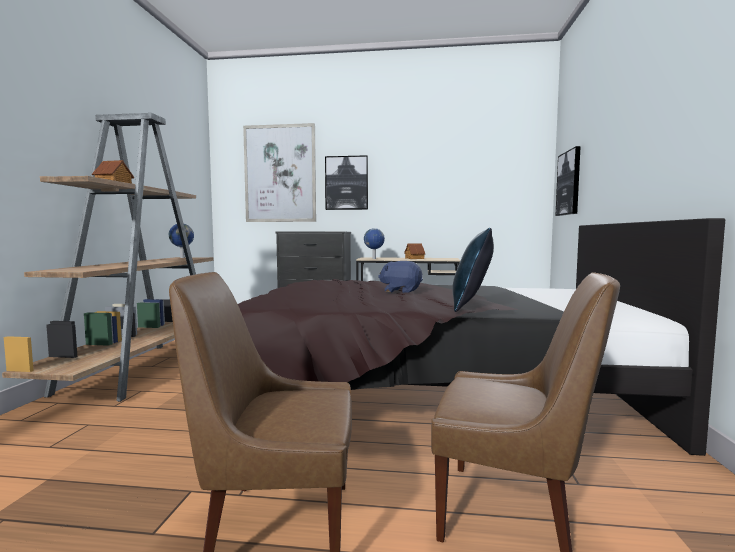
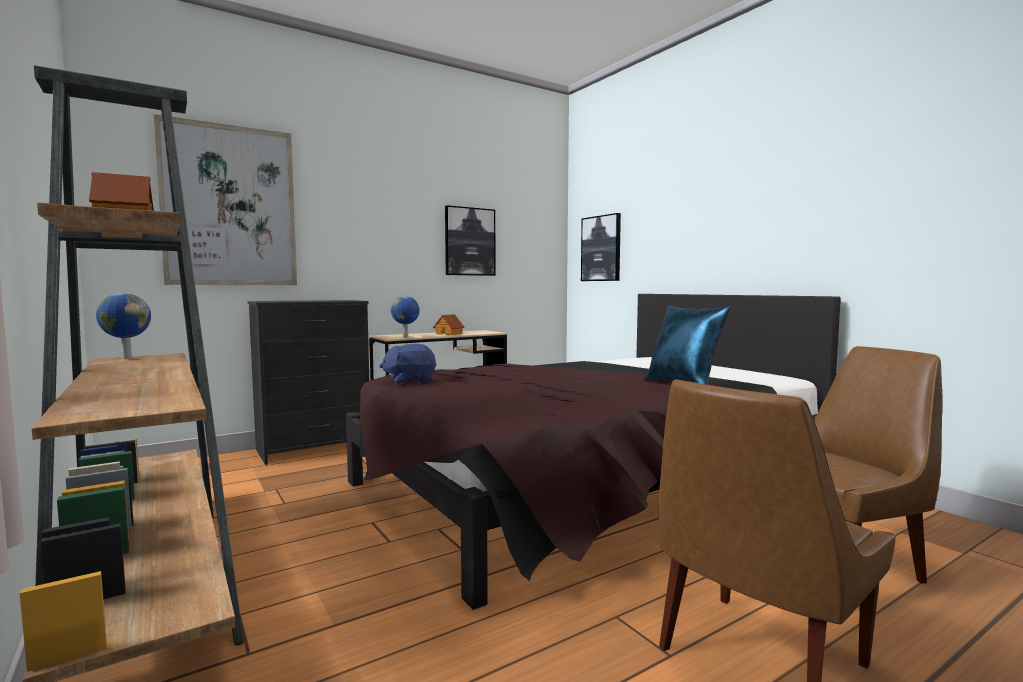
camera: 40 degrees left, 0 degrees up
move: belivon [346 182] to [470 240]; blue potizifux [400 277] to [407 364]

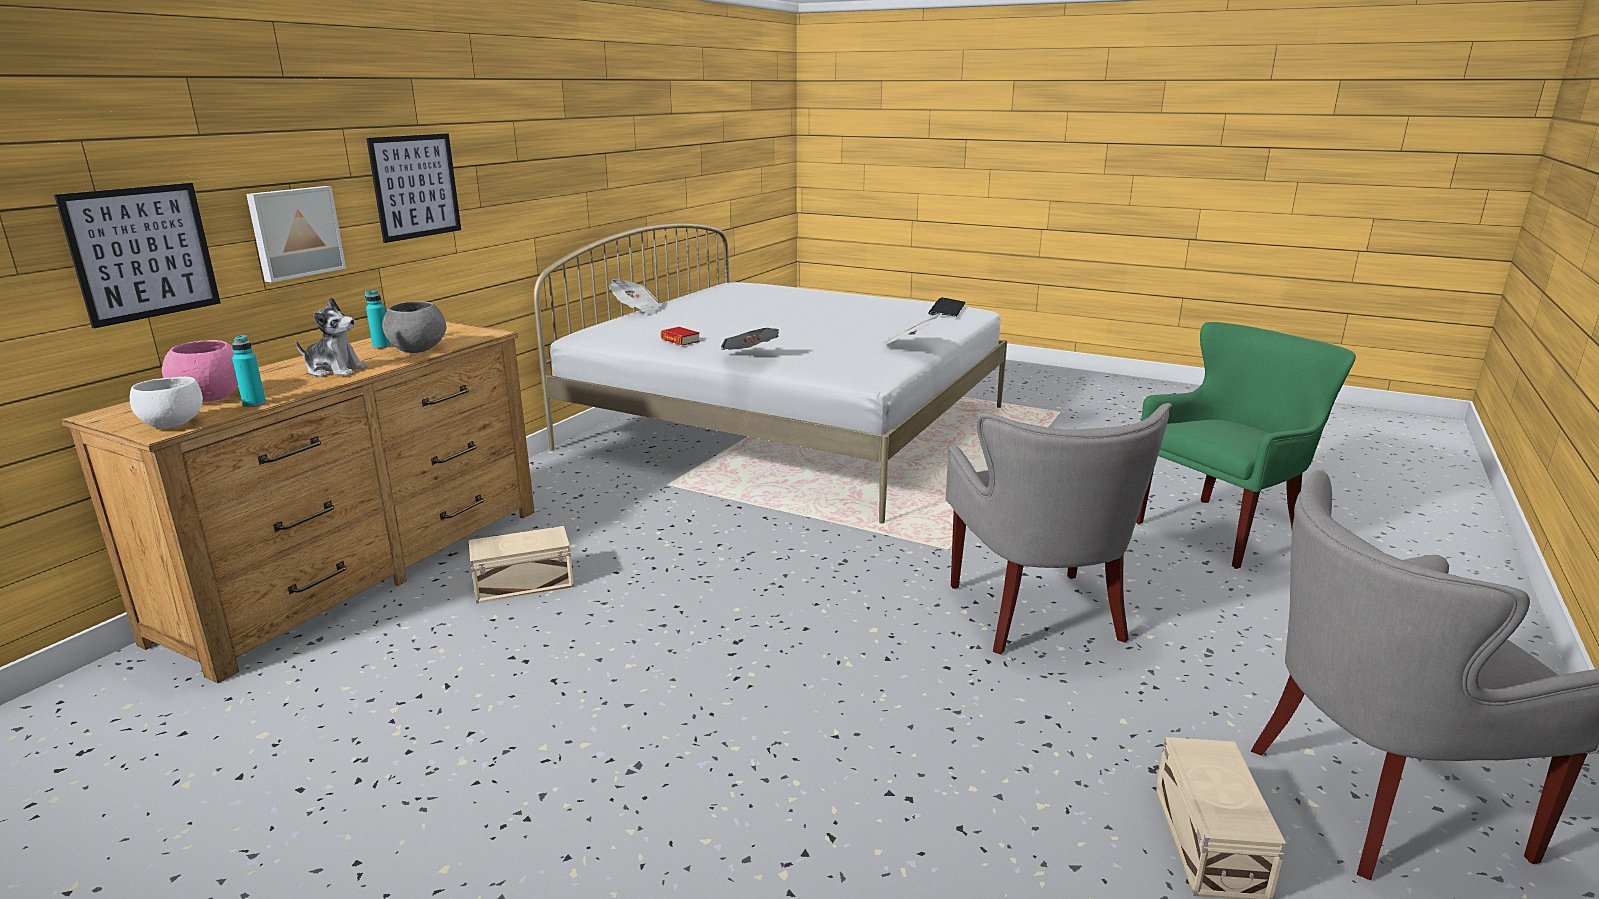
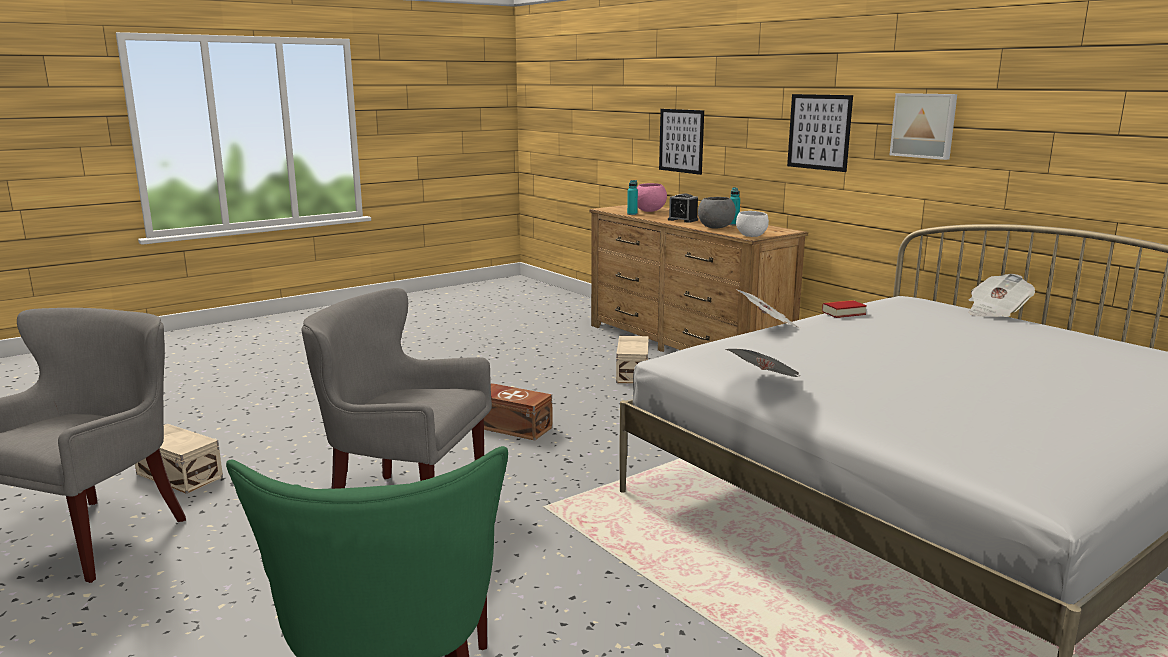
camera: 115 degrees right, 5 degrees down
delete: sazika [947 307]
insert: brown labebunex [518 412]
move: belivon [296 234] to [923 126]; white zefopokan [166 403] to [752 224]
replace: potizifux [332 337] to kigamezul [683 208]

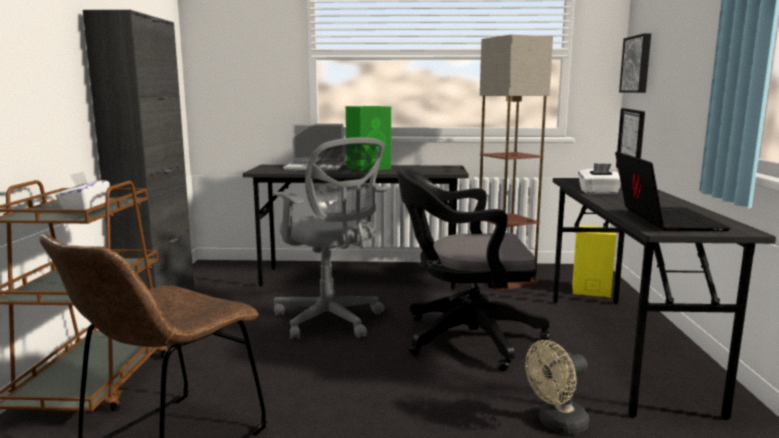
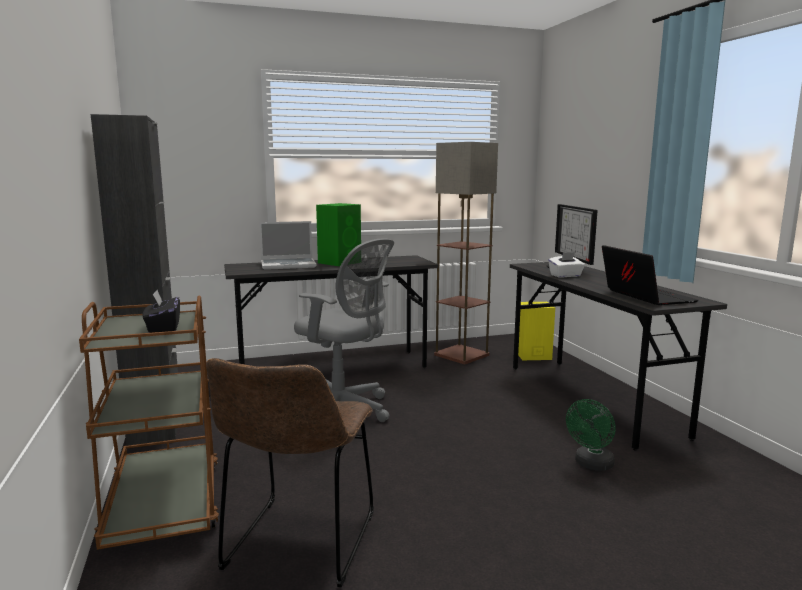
camera: 20 degrees left, 0 degrees up
delete: belivon [635 63]; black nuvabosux [473 269]
recolor: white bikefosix [82 191] to black bikefosix [161 311]; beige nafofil [557 387] to green nafofil [591 435]

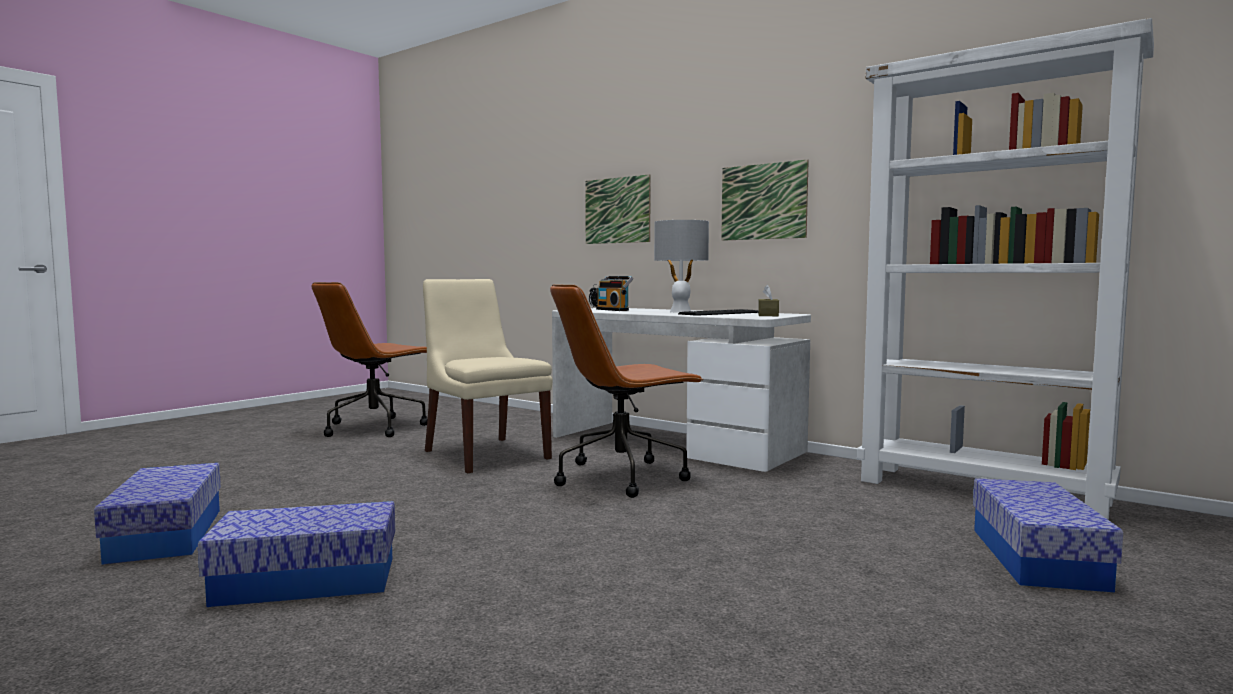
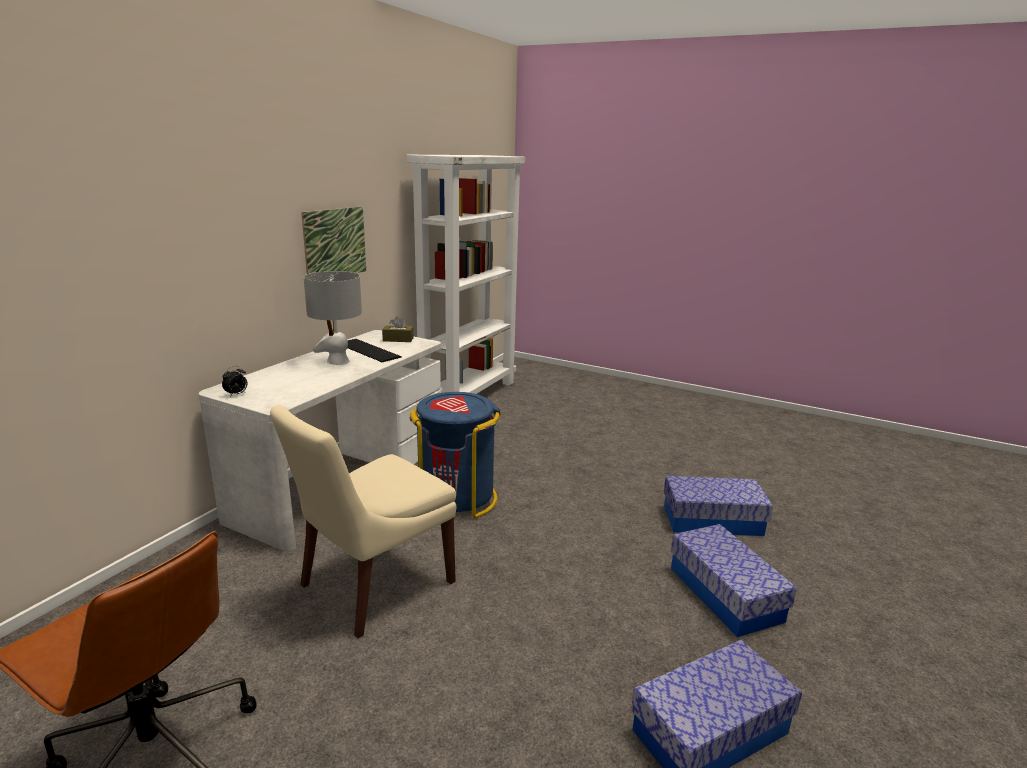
camera: 100 degrees left, 15 degrees up
delete: belivon [618 209]; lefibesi [614 293]
move: labebunex [1048 535] to [718 506]
replace: brown nuvabosux [627 391] to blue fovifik [455 455]

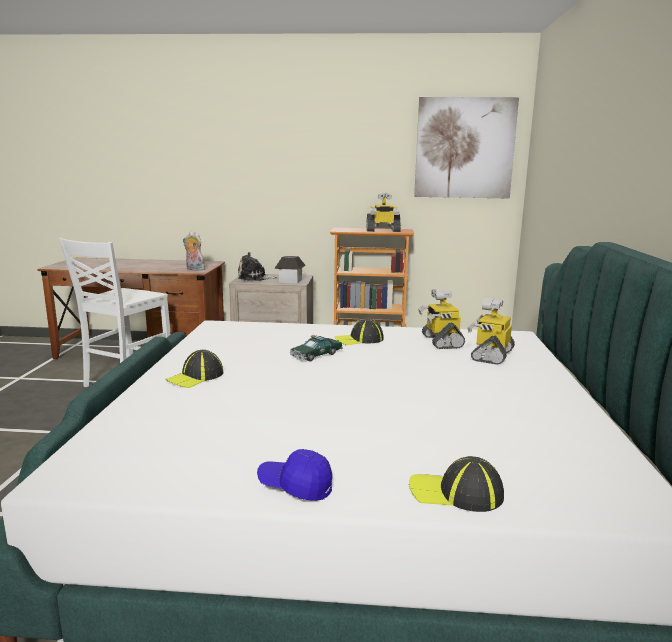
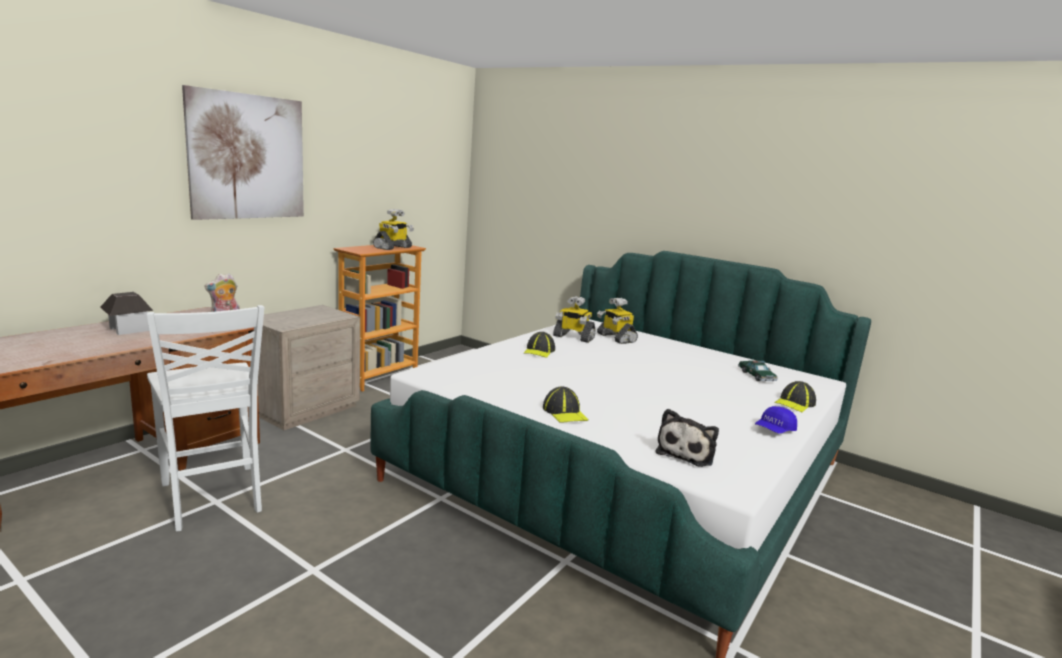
camera: 60 degrees left, 0 degrees up
move: belivon [466 148] to [243 152]; potizifux [257 266] to [687 438]; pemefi [290 270] to [126 313]; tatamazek [316 348] to [758 371]

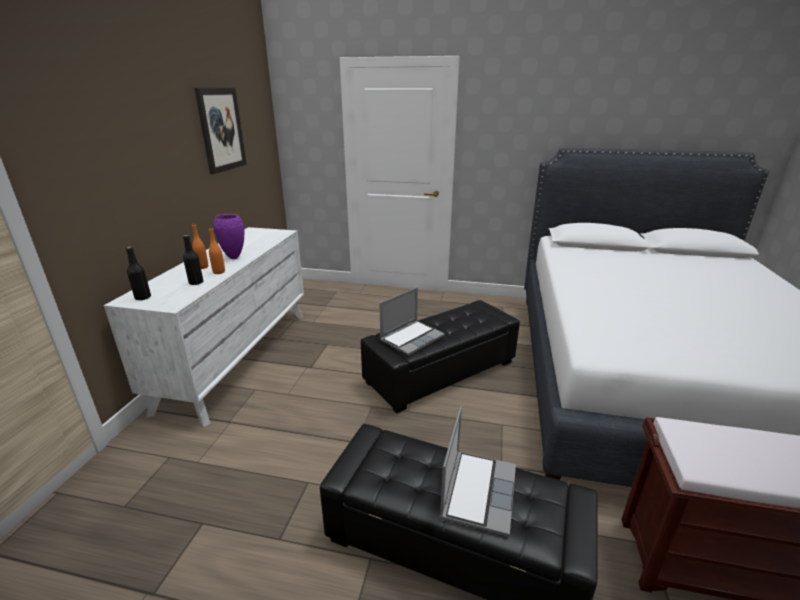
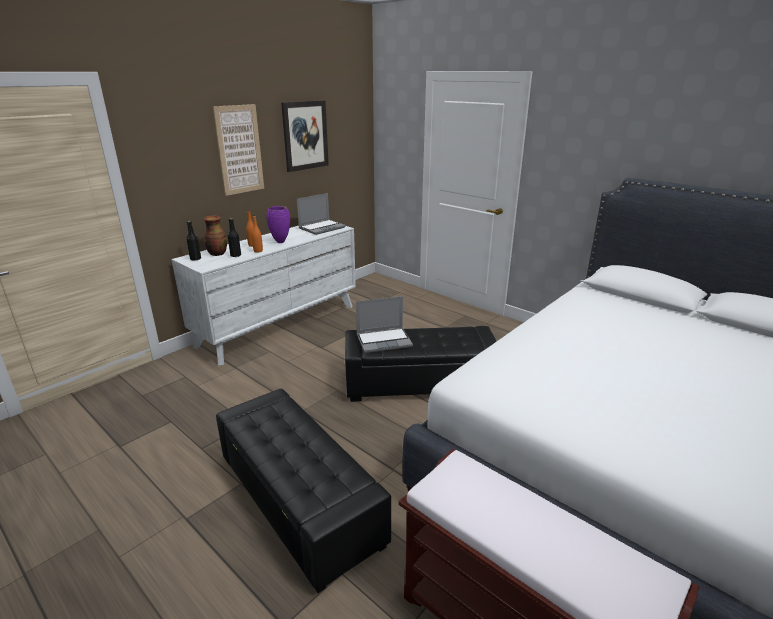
camera: 30 degrees right, 0 degrees up
insert: belivon [238 150]; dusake [215 236]
move: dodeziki [478 471] to [321 214]

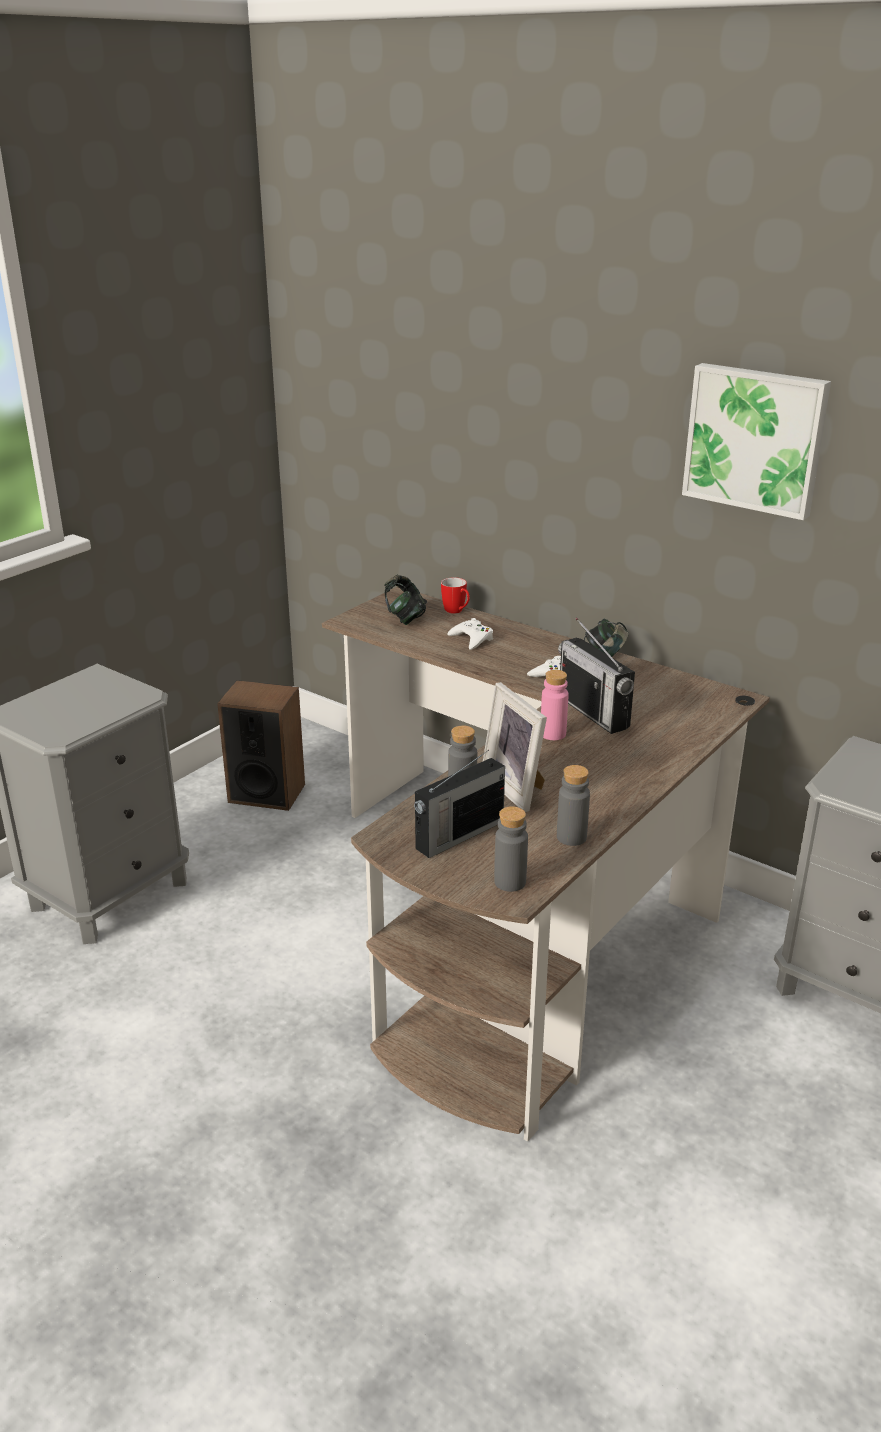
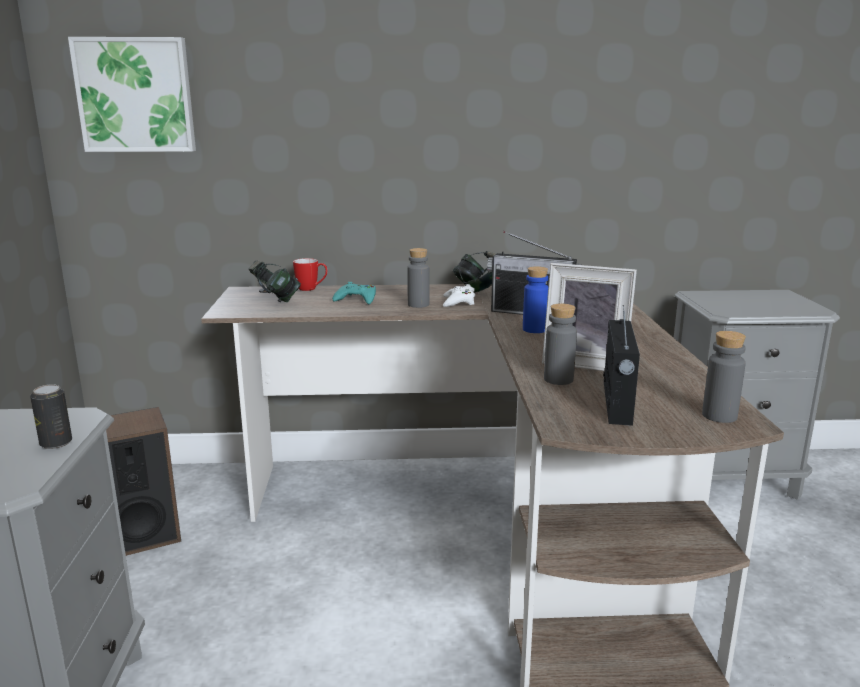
camera: 40 degrees left, 10 degrees down
insert: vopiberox [51 416]
move: belivon [756 441] to [132 94]; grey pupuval [573 805] to [418 278]
recolor: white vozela [470 634] to turquoise vozela [354 293]; pink pupuval [555 705] to blue pupuval [535 299]

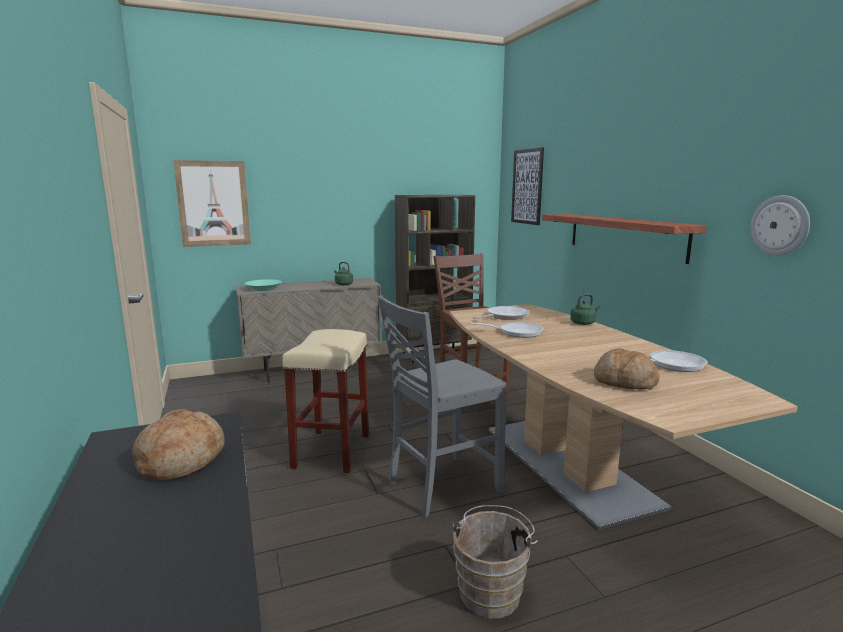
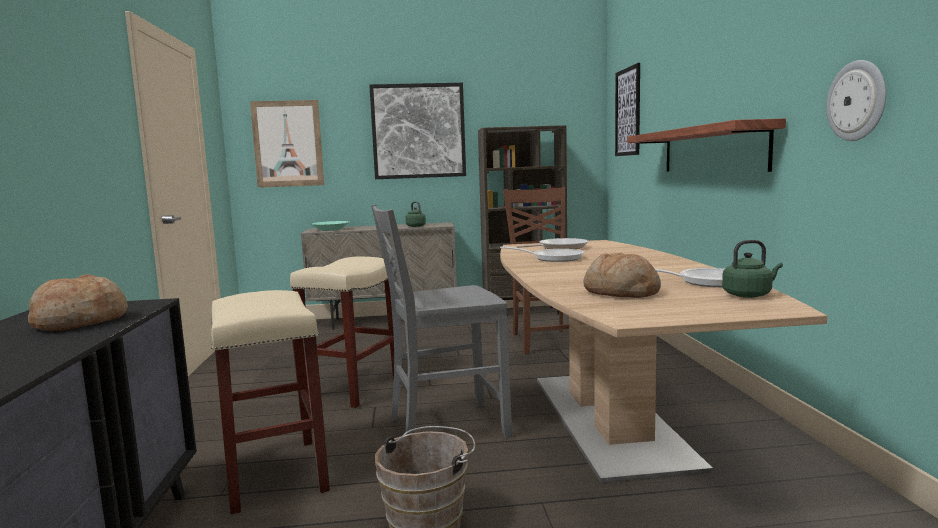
camera: 15 degrees right, 5 degrees down
insert: belivon [417 131]; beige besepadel [270 402]
move: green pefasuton [585 309] to [752 269]

